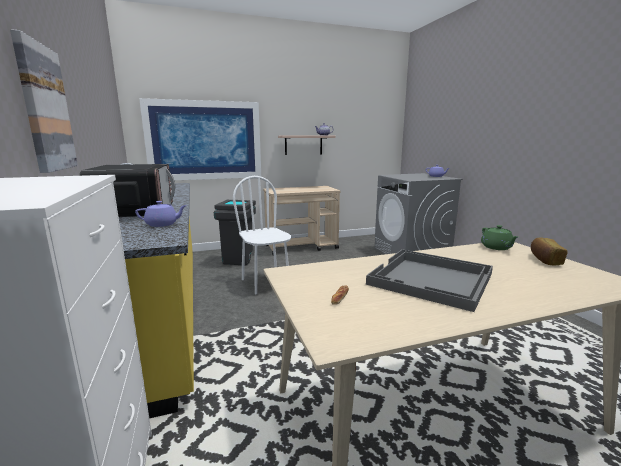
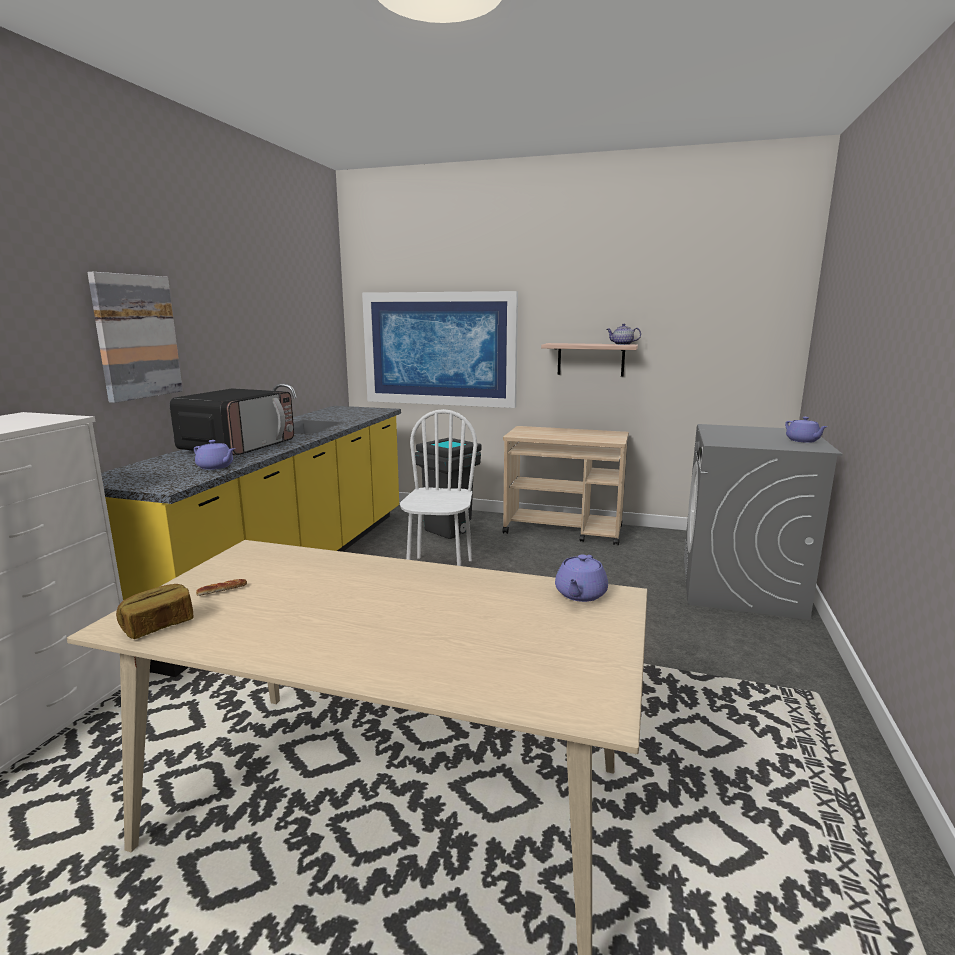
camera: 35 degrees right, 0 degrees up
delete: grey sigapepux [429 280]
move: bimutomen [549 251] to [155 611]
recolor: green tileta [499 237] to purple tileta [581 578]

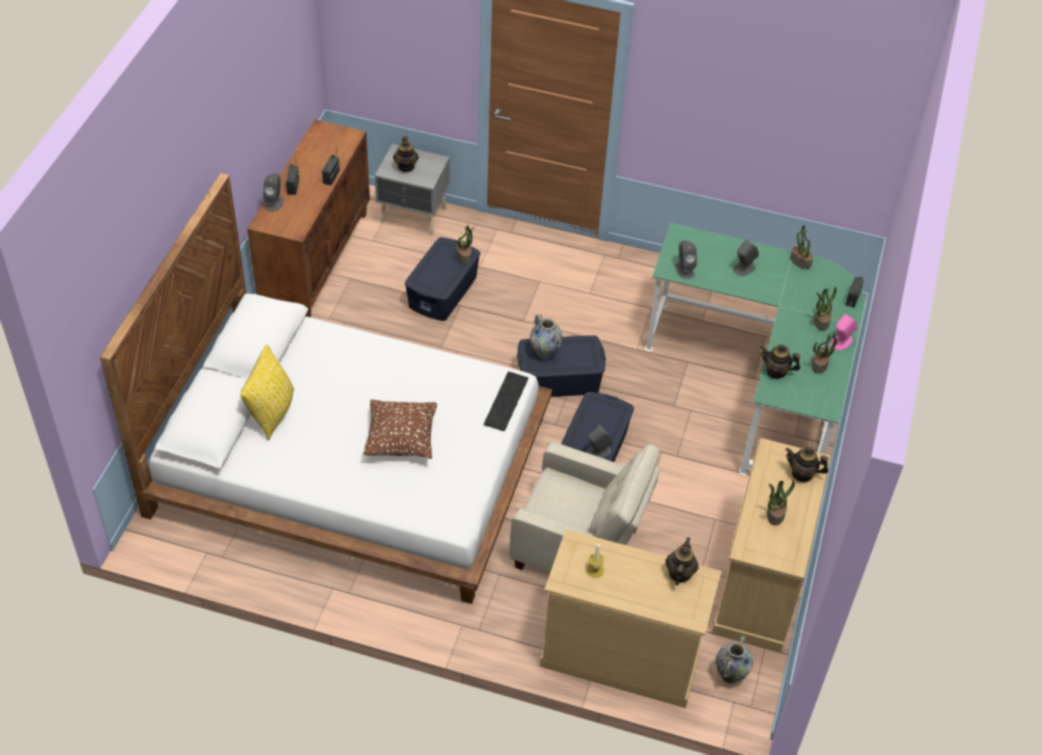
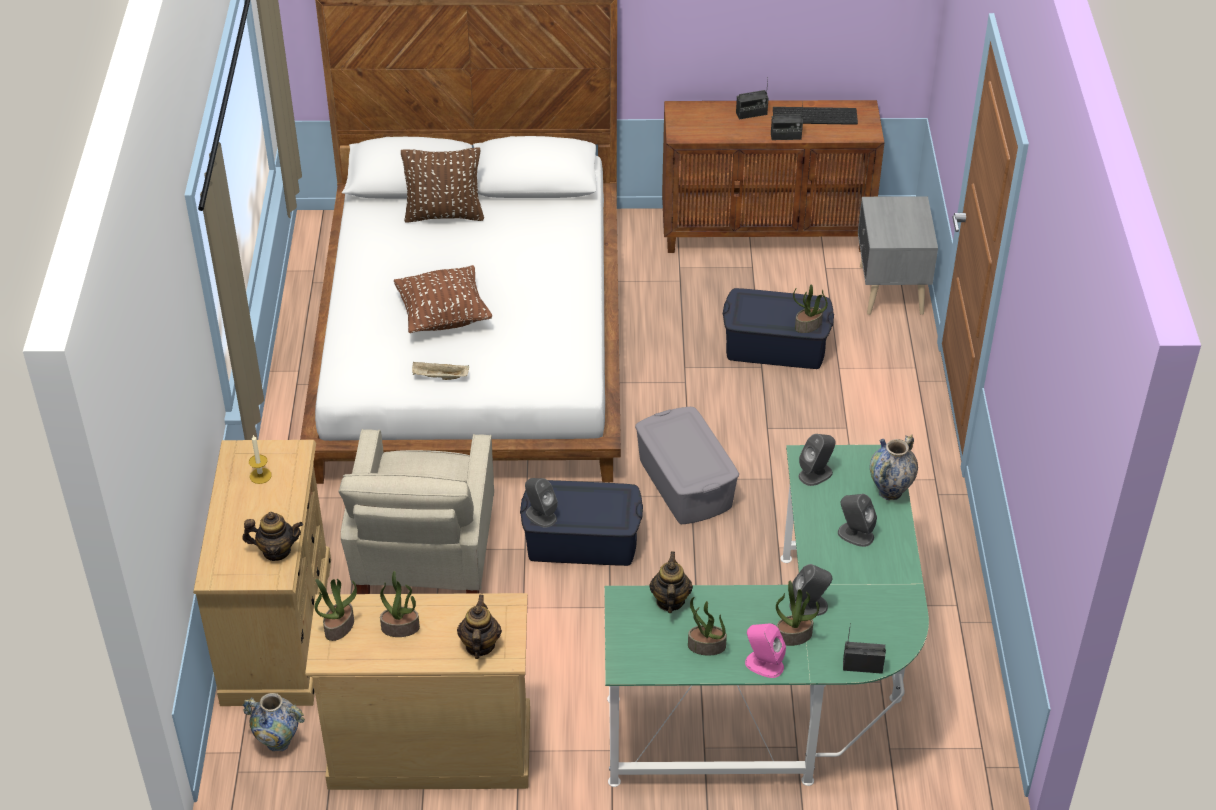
camera: 75 degrees right, 5 degrees down
delete: tileta [406 154]
insert: beige sigapepux [440 371]
move: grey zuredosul [273 192] to [811 590]; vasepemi [801 247] to [336 610]; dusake [546 336] to [894 467]; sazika [506 401] to [815 116]
recolor: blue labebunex [561 366] to grey labebunex [687 465]; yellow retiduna [267 392] to brown retiduna [442 185]

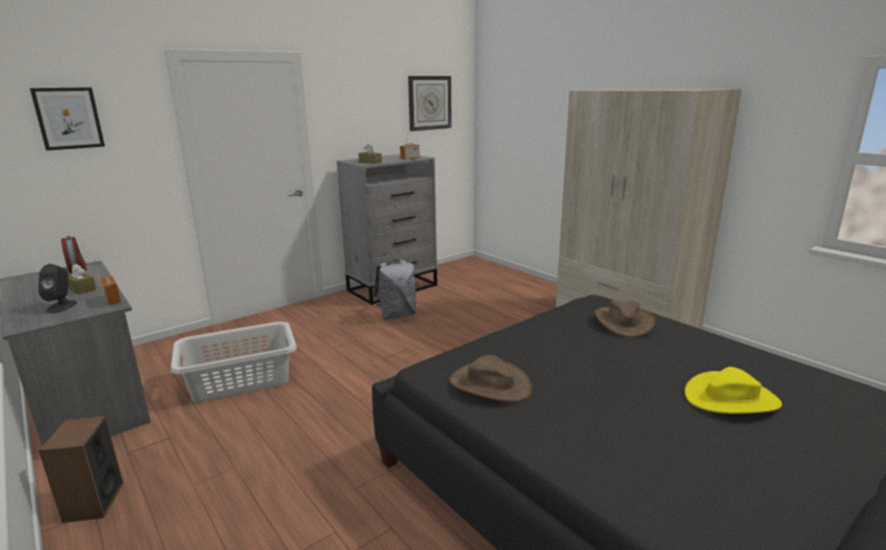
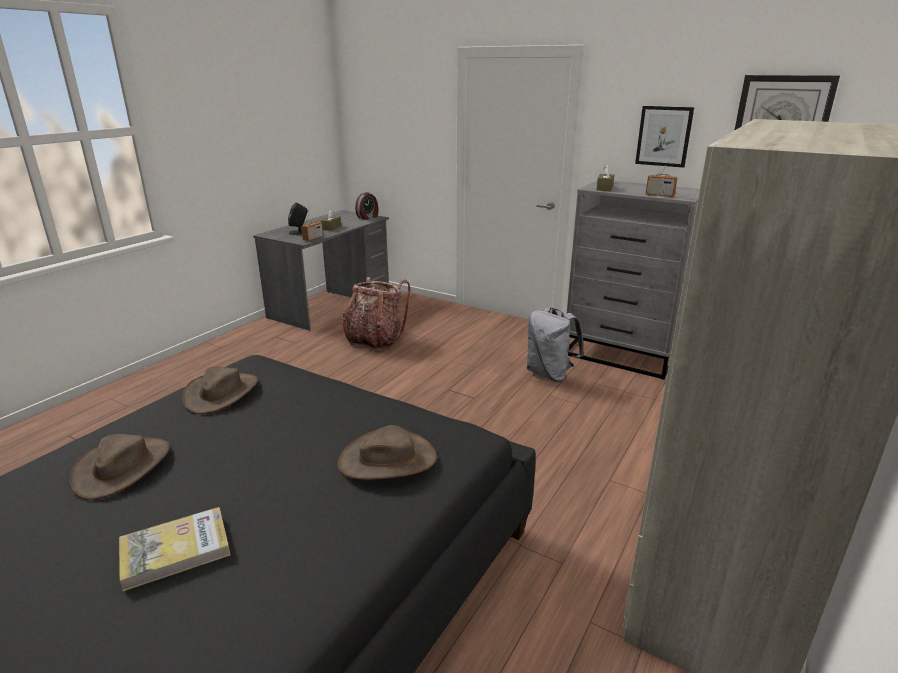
camera: 70 degrees right, 5 degrees up
delete: zuredosul [81 469]
insert: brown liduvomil [119 467]
move: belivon [67 119] to [664 137]
replace: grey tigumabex [234 362] to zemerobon [377 314]; yellow liduvomil [733 390] to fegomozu [174 549]

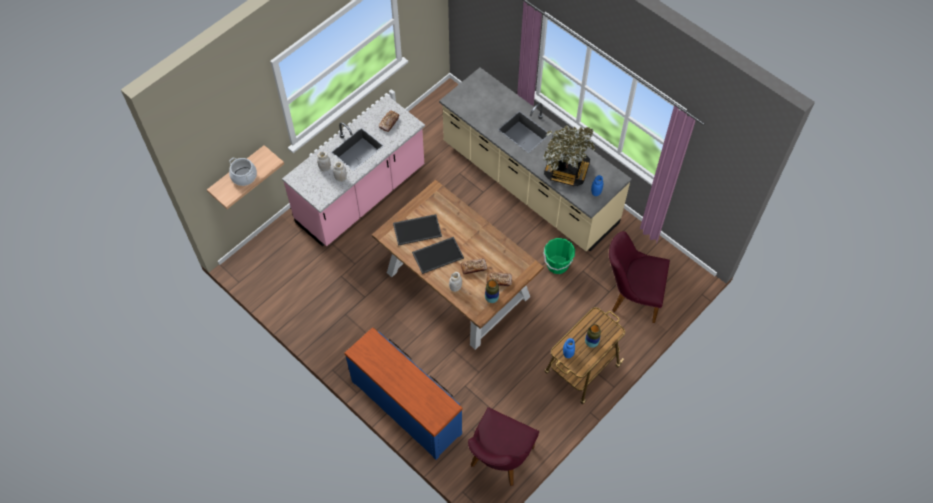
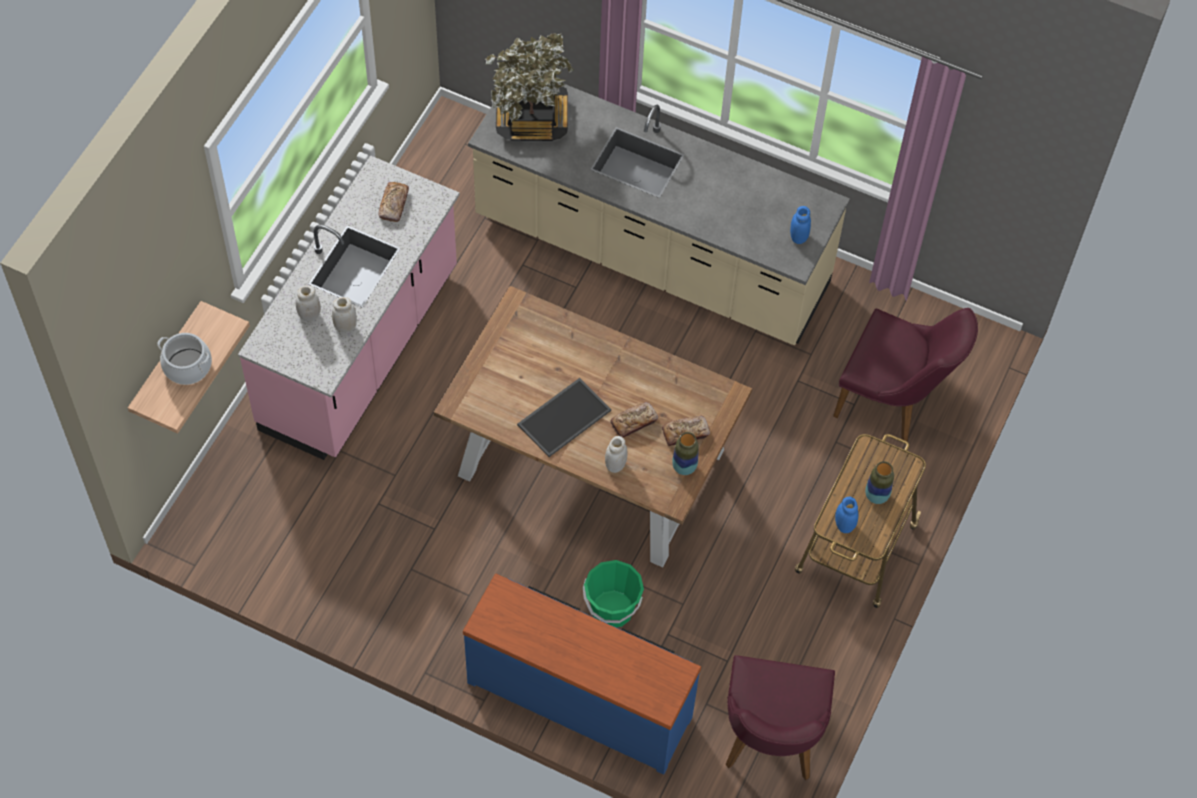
camera: 20 degrees left, 0 degrees up
delete: sigapepux [417 230]
move: vasepemi [569 155] to [529 87]; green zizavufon [559 256] to [613 594]
rotate: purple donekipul [639 277] = [905 374] 150 degrees counterclockwise

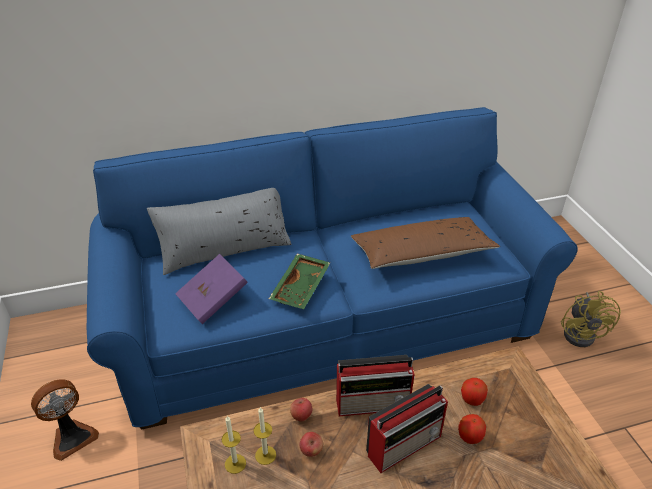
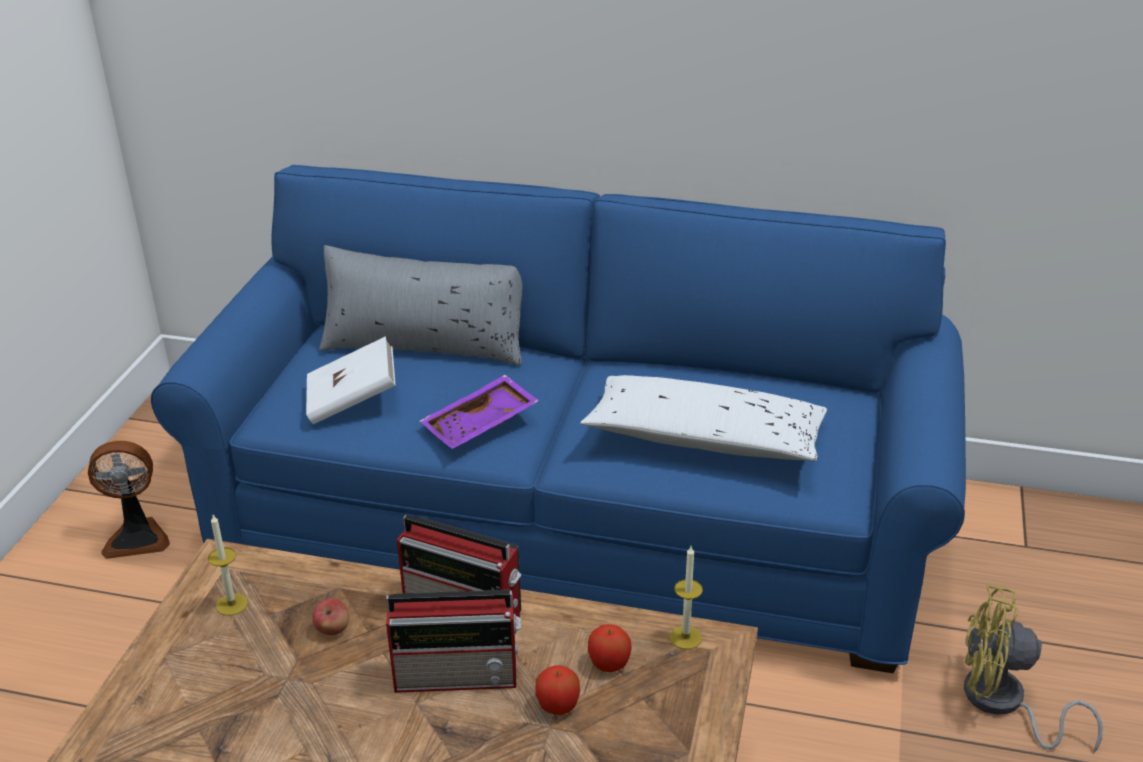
camera: 30 degrees right, 5 degrees down
delete: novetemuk [301 410]
move: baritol [265 436] to [686 598]
recolor: brown retiduna [425 243] to white retiduna [703 418]; purple fegomozu [211 289] to white fegomozu [350 380]; green sigapepux [299 281] to purple sigapepux [479 412]
rotate: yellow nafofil [591 319] = [1033 669] 75 degrees clockwise

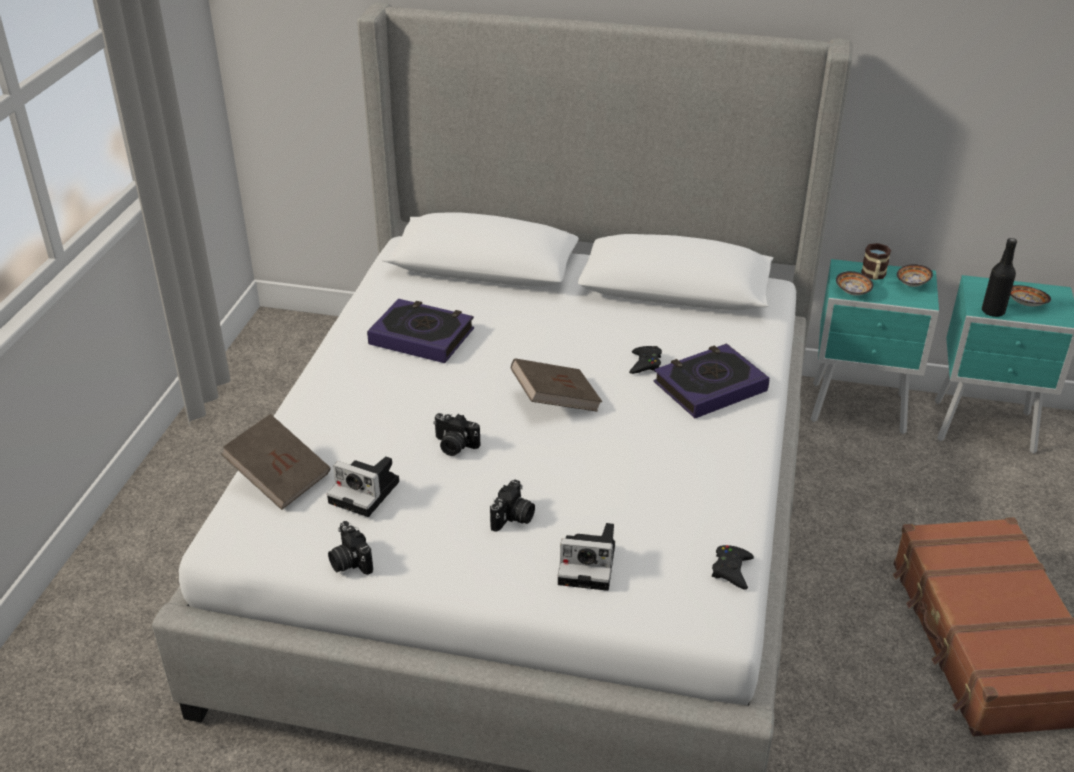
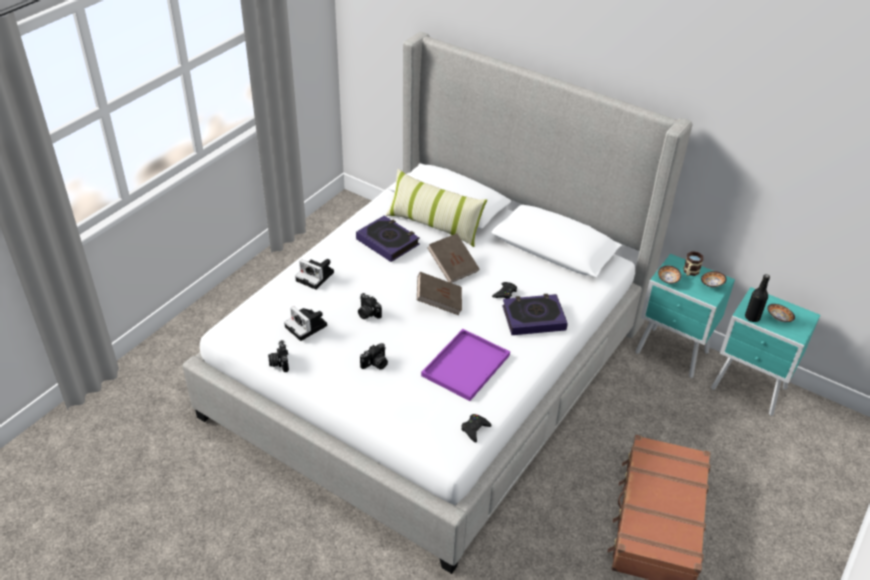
camera: 20 degrees right, 5 degrees up
insert: retiduna [436 208]; purple sigapepux [465 365]
move: brown fegomozu [276 462] to [453 258]; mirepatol [586 557] to [314 274]

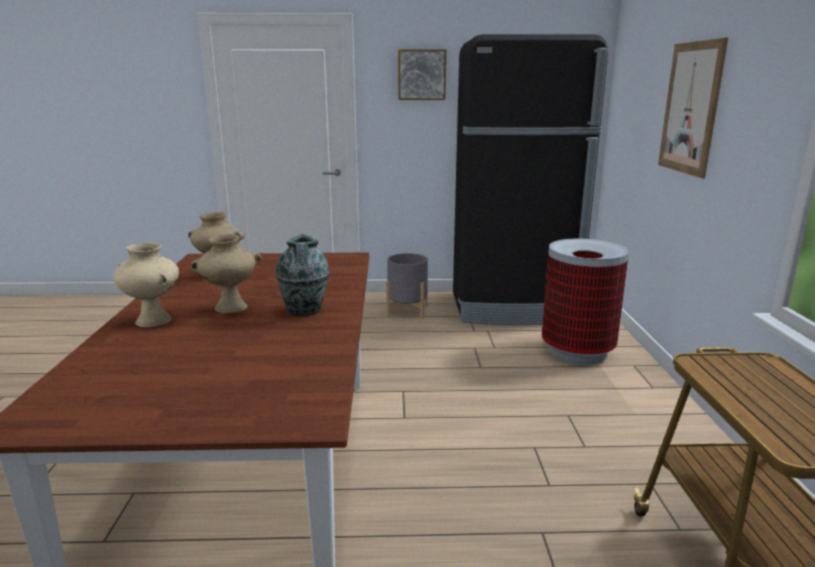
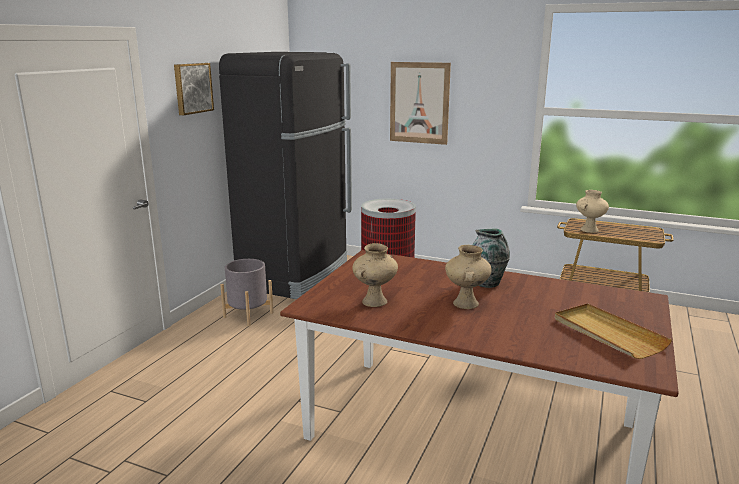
camera: 65 degrees left, 0 degrees up
insert: beige sigapepux [613 331]
move: beige dusake [146 285] to [592 211]

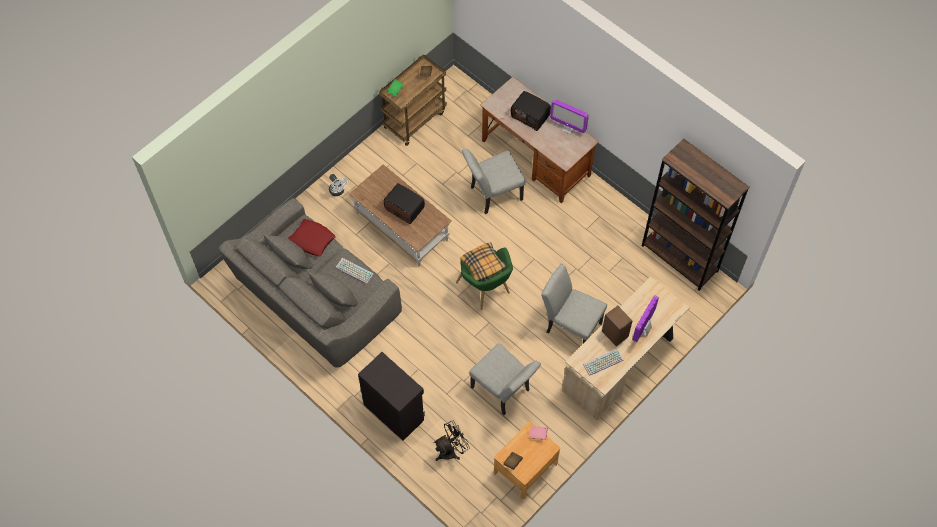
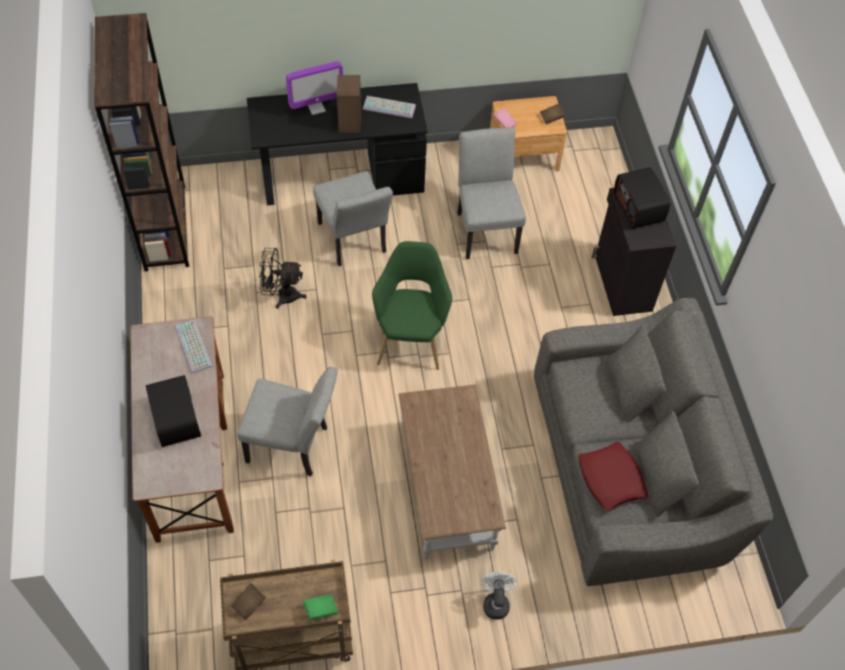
camera: 145 degrees left, 5 degrees down
delete: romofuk [569 116]; retiduna [483 262]
move: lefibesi [404 203] to [642 198]; sazika [354 271] to [194 347]; black nafofil [452 441] to [283 278]
recolor: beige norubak [626 348] to black norubak [337 144]

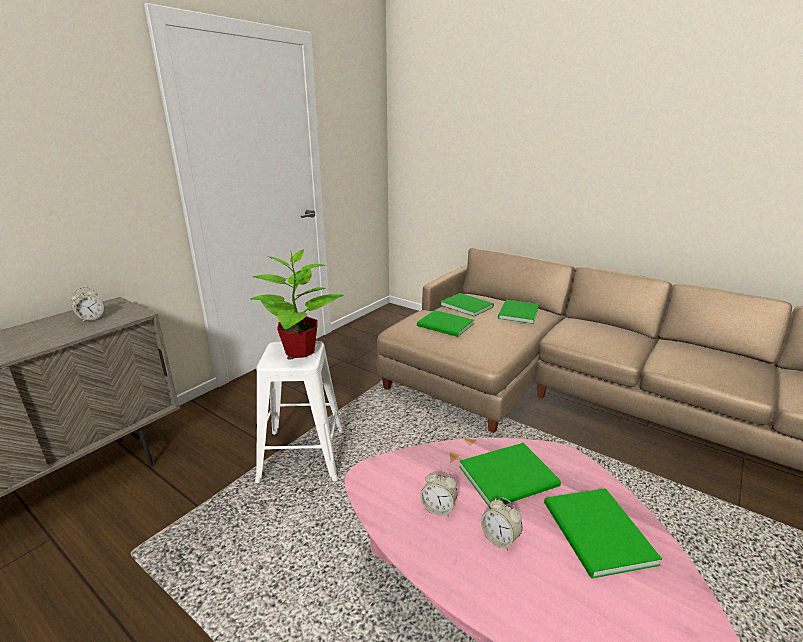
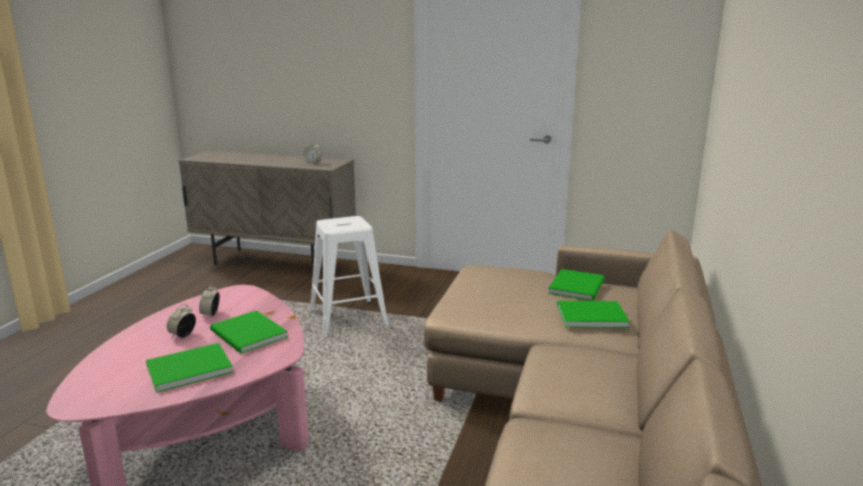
camera: 70 degrees right, 5 degrees down
delete: vasepemi [297 303]; green fegomozu [445 323]

